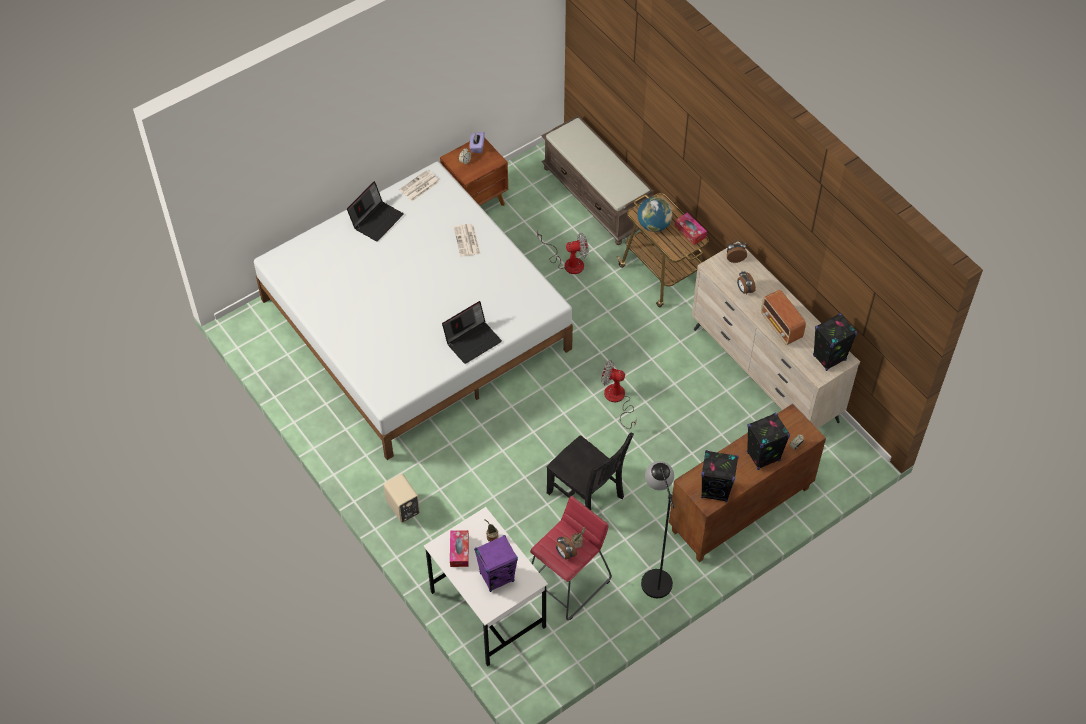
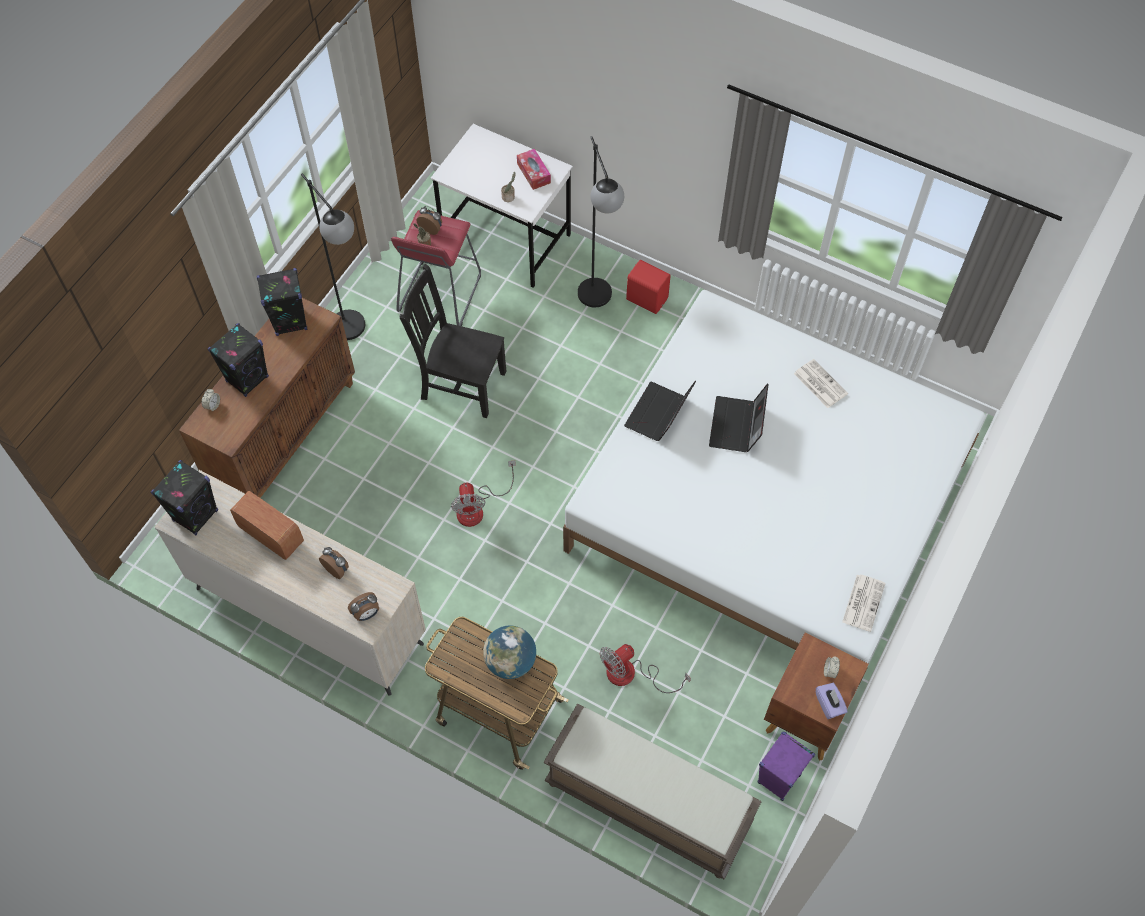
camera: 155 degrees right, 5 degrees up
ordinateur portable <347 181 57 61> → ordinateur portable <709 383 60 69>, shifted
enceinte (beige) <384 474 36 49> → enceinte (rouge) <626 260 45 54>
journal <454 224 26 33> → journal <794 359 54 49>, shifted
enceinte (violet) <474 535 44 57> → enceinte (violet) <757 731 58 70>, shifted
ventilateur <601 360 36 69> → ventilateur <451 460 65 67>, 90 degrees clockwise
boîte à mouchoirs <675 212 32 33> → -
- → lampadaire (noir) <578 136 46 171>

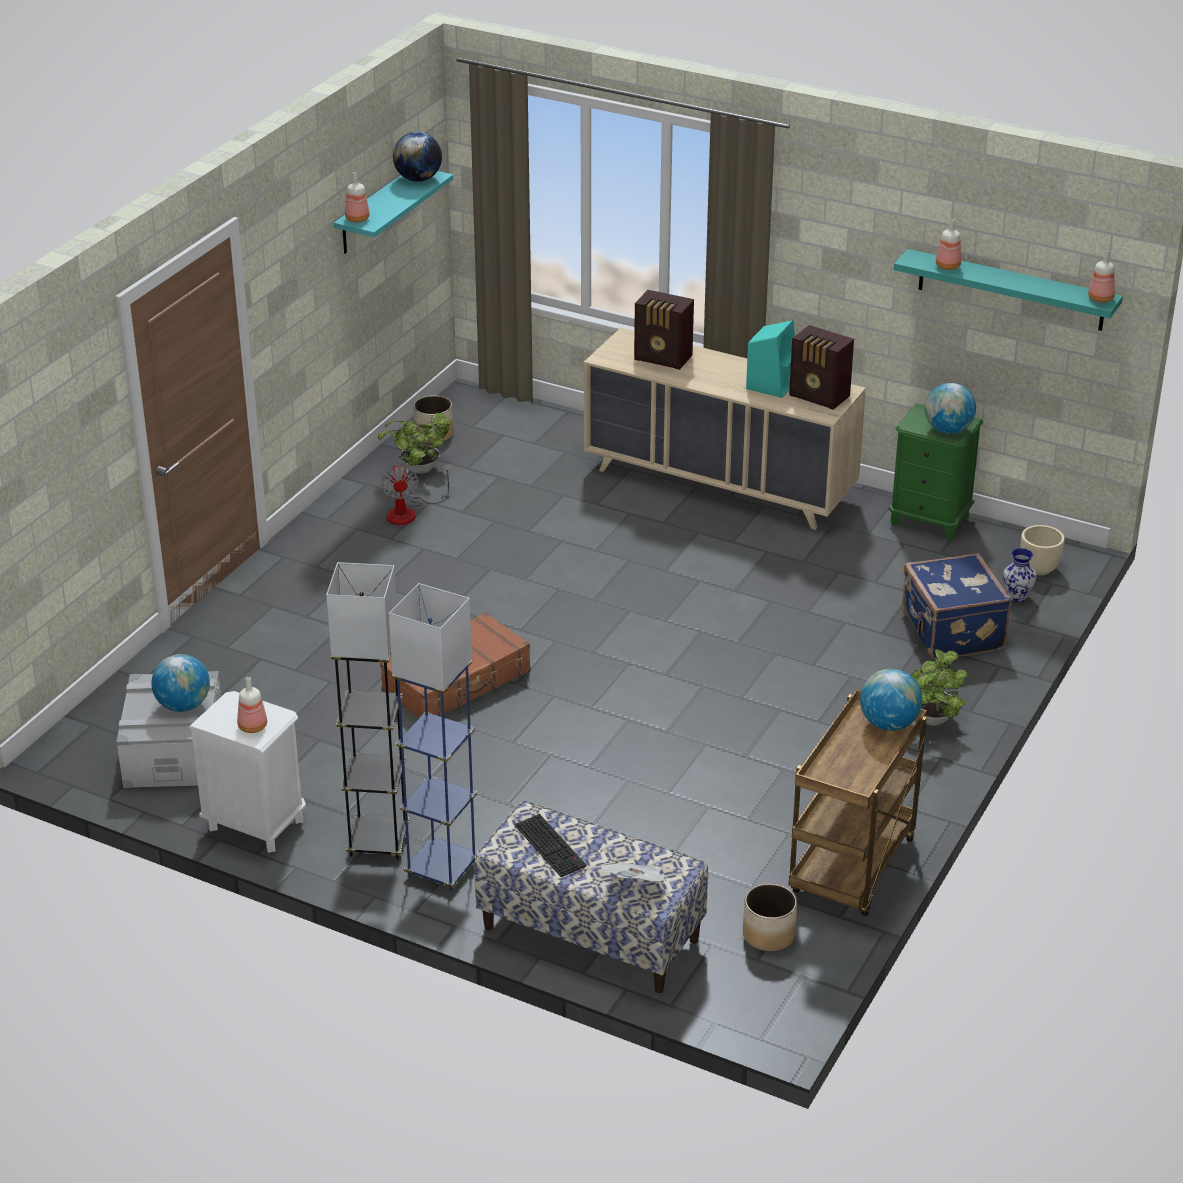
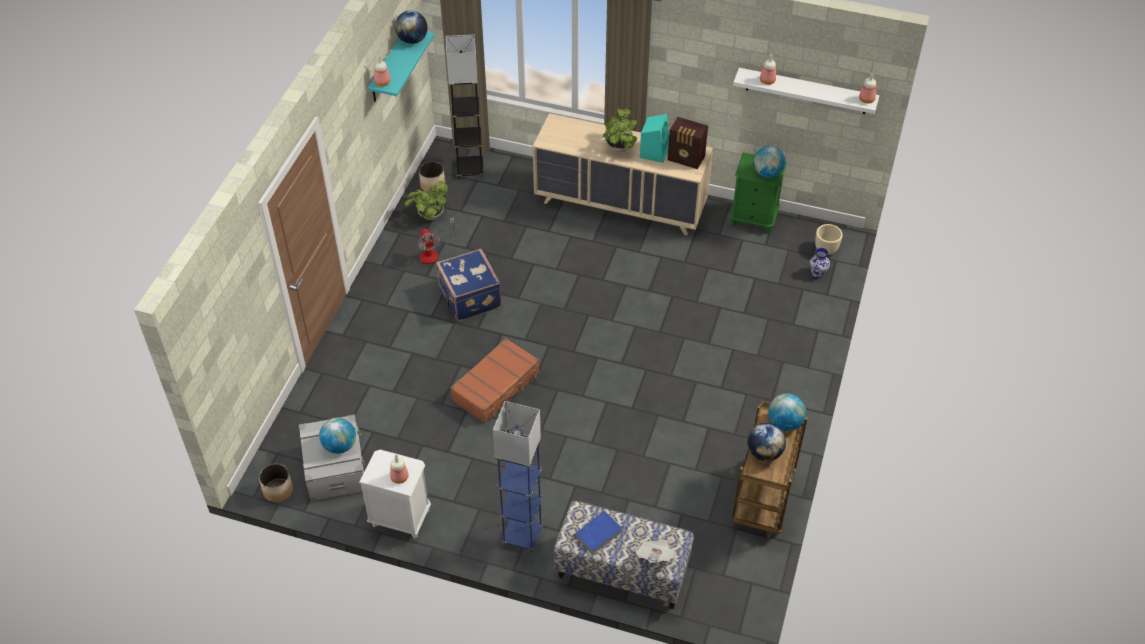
camera: 10 degrees left, 15 degrees up
lampadaire (gris) <326 562 83 298> → lampadaire (gris) <446 35 38 143>, shifted
clavier <514 814 73 63> → livre (bleu) <574 511 49 43>
radio <634 290 60 80> → -
cache-pot <743 883 54 68> → cache-pot <259 463 34 39>, shifted
étagère (turquoise) <894 249 229 82> → étagère (blanc) <733 68 146 46>
valise (bleu) <902 553 109 107> → valise (bleu) <436 249 66 72>, shifted
plante en pot <911 649 56 77> → plante en pot <602 109 35 43>, shifted
- → globe <748 423 38 38>

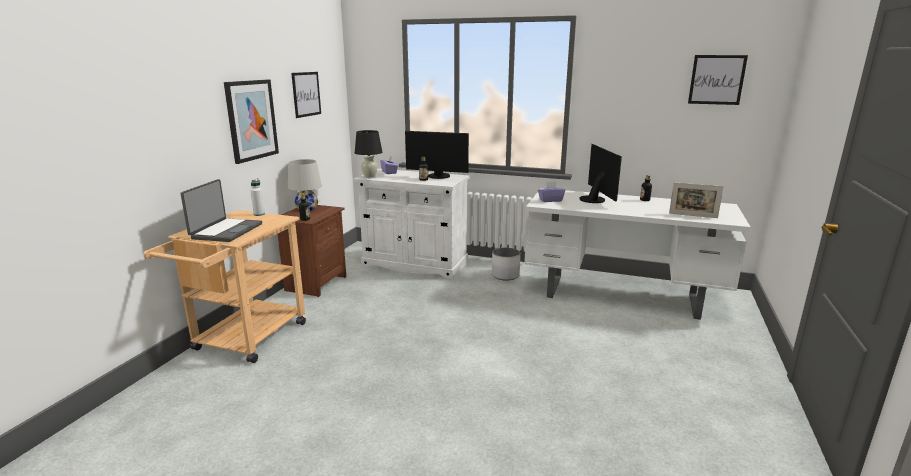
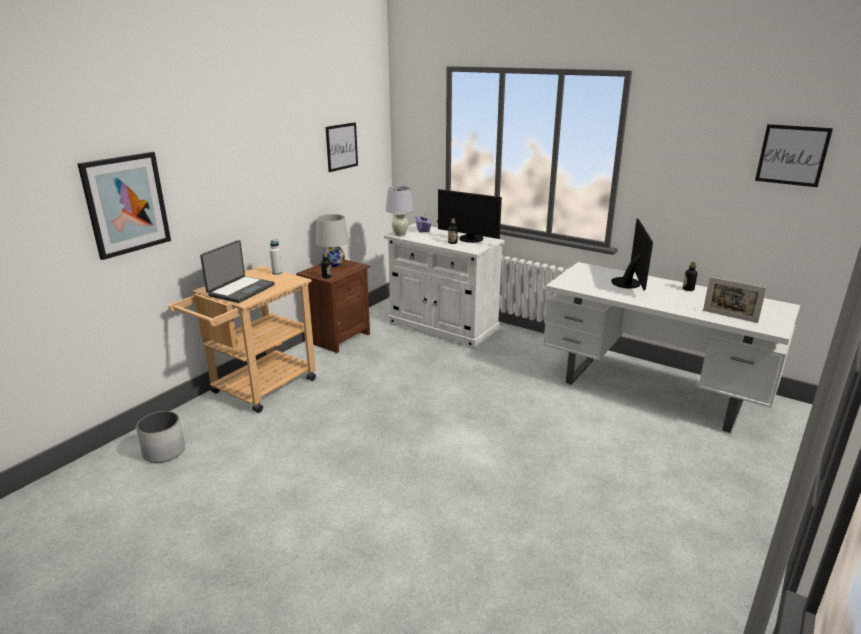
camera: 15 degrees right, 5 degrees up
tableau <224 79 55 85> → tableau <77 152 94 108>, shifted
lampe de table (noir) <355 130 27 48> → lampe de table (blanc) <385 186 29 50>
cache-pot (blanc) <492 247 28 34> → cache-pot (blanc) <136 411 49 52>, shifted
boîte à mouchoirs (violet) <538 181 27 21> → -

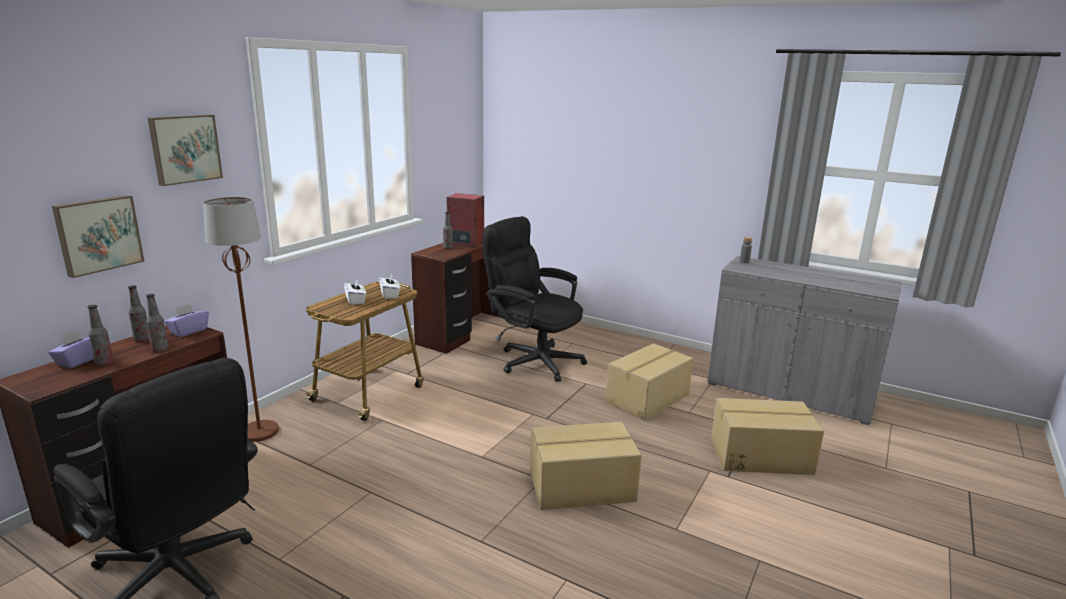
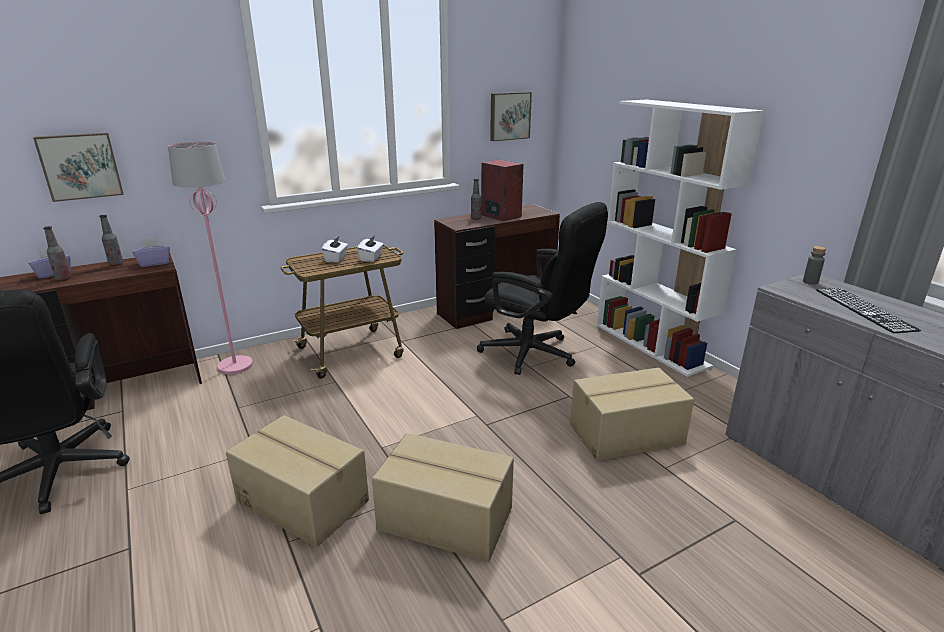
camera: 30 degrees right, 5 degrees up
bouteille <146 294 23 58> → -
tableau <148 115 75 71> → tableau <490 92 42 49>, shifted
lampadaire (marron) <203 197 76 245> → lampadaire (rose) <168 142 85 233>
chaise de bureau (noir) <483 216 104 166> → chaise de bureau (noir) <477 202 131 173>, 150 degrees clockwise
carton <711 398 113 77> → carton <226 415 143 132>, shifted
- → bibliothèque (blanc) <597 100 167 277>
- → clavier <816 288 105 45>

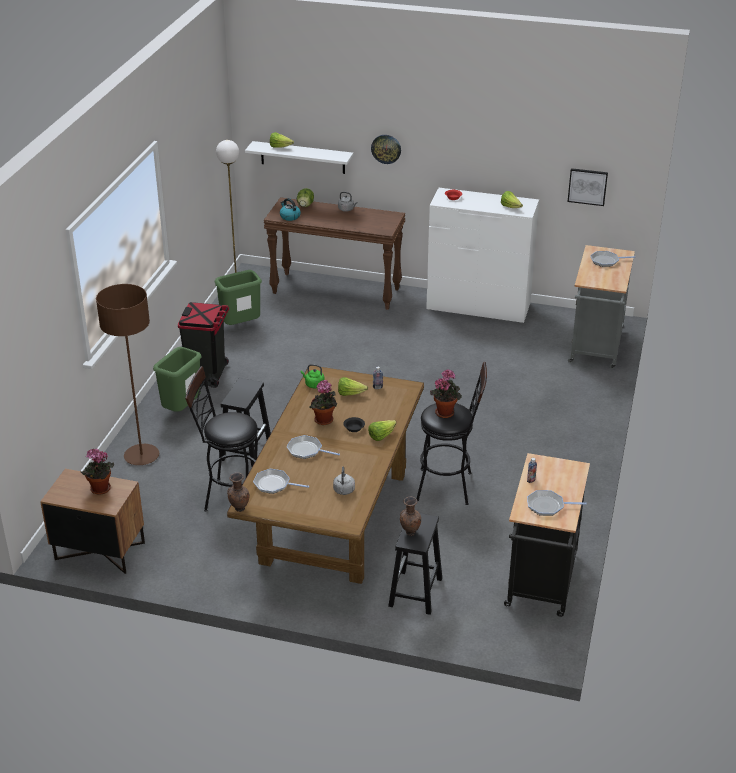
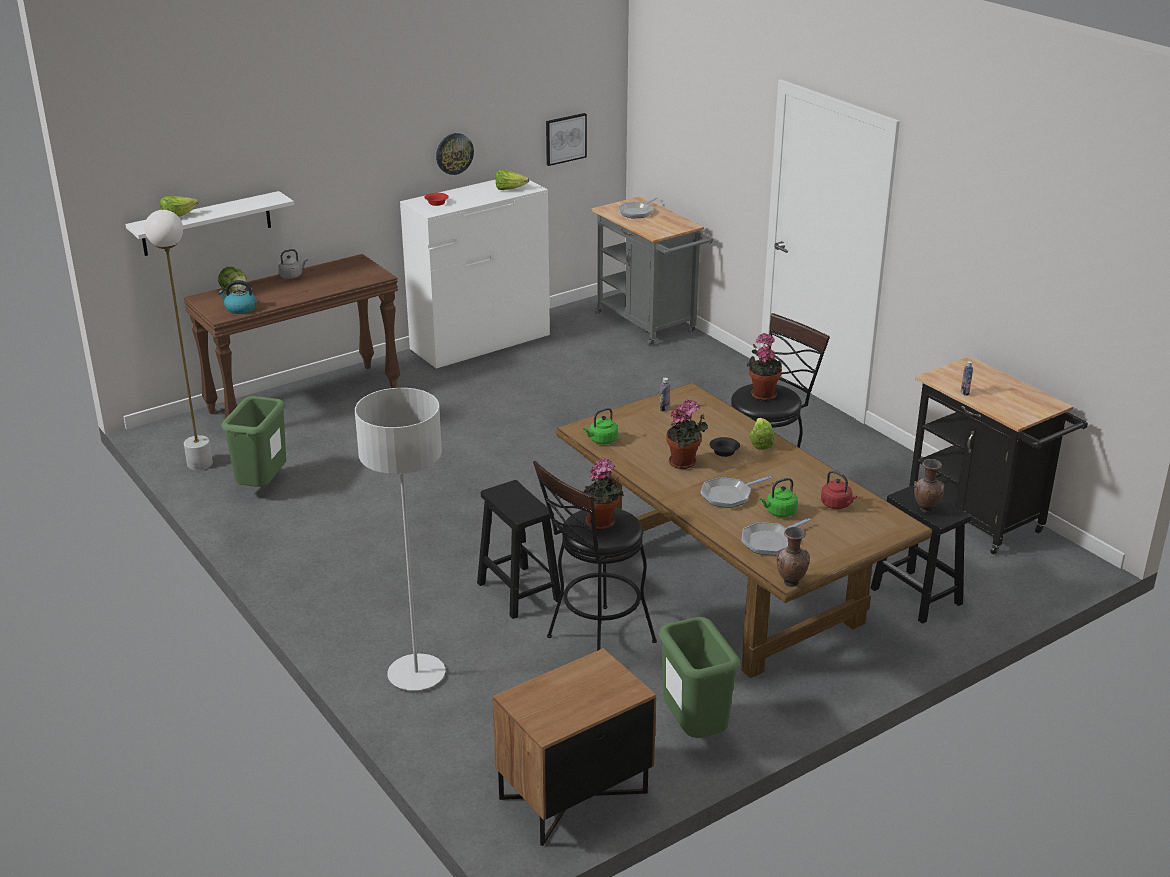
camera: 50 degrees left, 5 degrees down
plante en pot <80 449 34 46> → plante en pot <583 457 40 73>, shifted
lampadaire (marron) <96 284 63 181> → lampadaire (gris) <355 388 90 303>
poubelle (vert) <153 347 49 65> → poubelle (vert) <659 617 81 121>, shifted
poubelle (noir) <178 302 51 86> → -
bouilloire (gris) <333 466 22 29> → bouilloire (rouge) <821 471 36 38>
laitue <338 377 30 19> → -
horloge murale <371 135 30 29> → horloge murale <436 133 38 42>, shifted
poêle <527 490 60 26> → -
- → bouilloire (vert) <760 478 38 39>

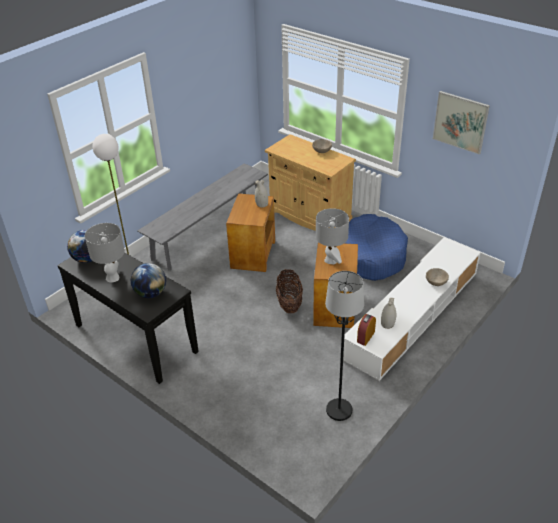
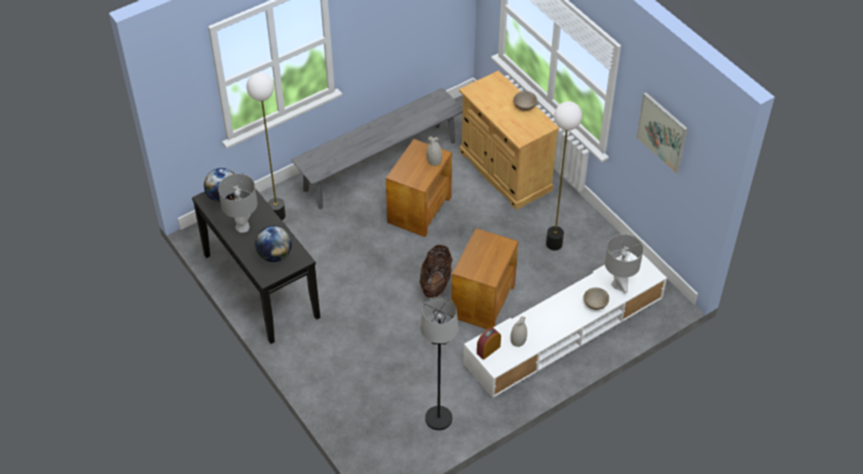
camera: 15 degrees right, 10 degrees up
lampe de table (gris) <316 208 33 56> → lampe de table (gris) <605 234 38 59>, shifted
panier pour chien (bleu) <344 214 64 67> → lampadaire <546 101 36 150>

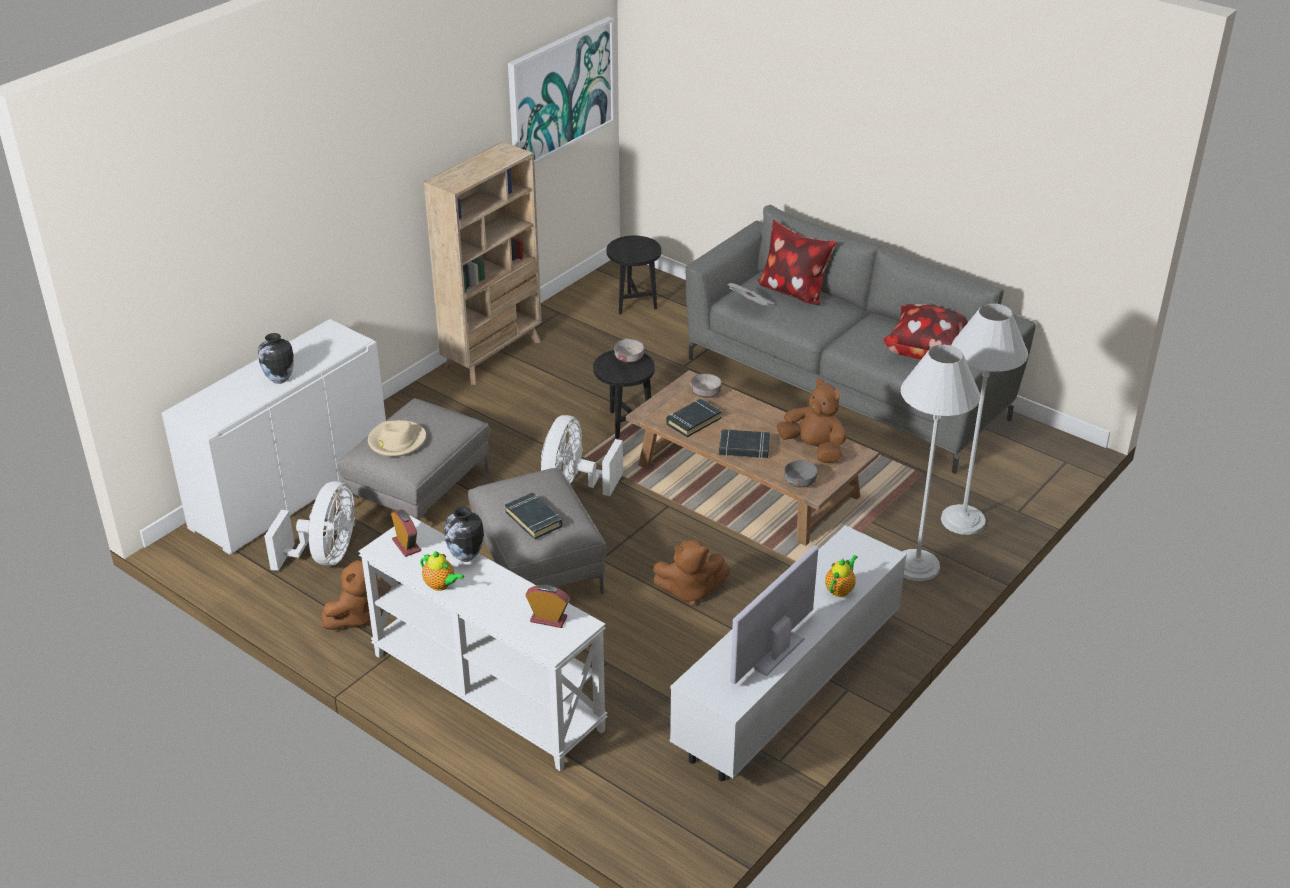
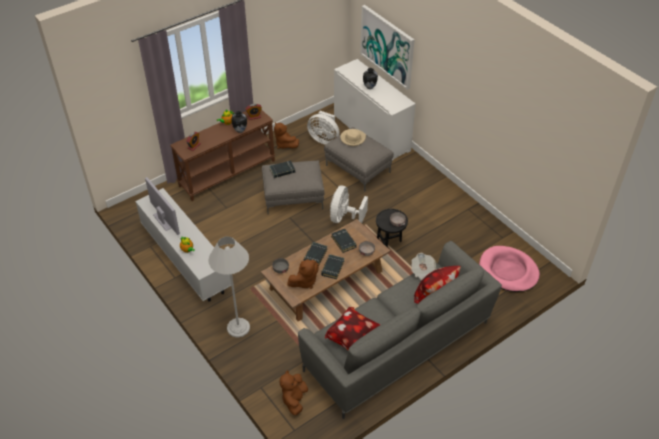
camera: 105 degrees right, 10 degrees up
table console (blanc) <358 516 250 255> → table console (marron) <170 109 105 92>
bibliothèque (beige) <424 142 118 243> → -
tableau <508 16 107 149> → tableau <360 5 54 85>, shifted
ventilateur (blanc) <541 415 82 81> → ventilateur (blanc) <330 186 38 37>, 105 degrees counterclockwise
table d'appoint (noir) <606 236 55 78> → panier pour chien (rose) <479 246 61 46>
peluche (marron) <653 540 77 66> → peluche (marron) <279 370 29 45>, shifted
lampadaire (blanc) <941 303 87 232> → -
- → livre (noir) <321 254 23 25>

